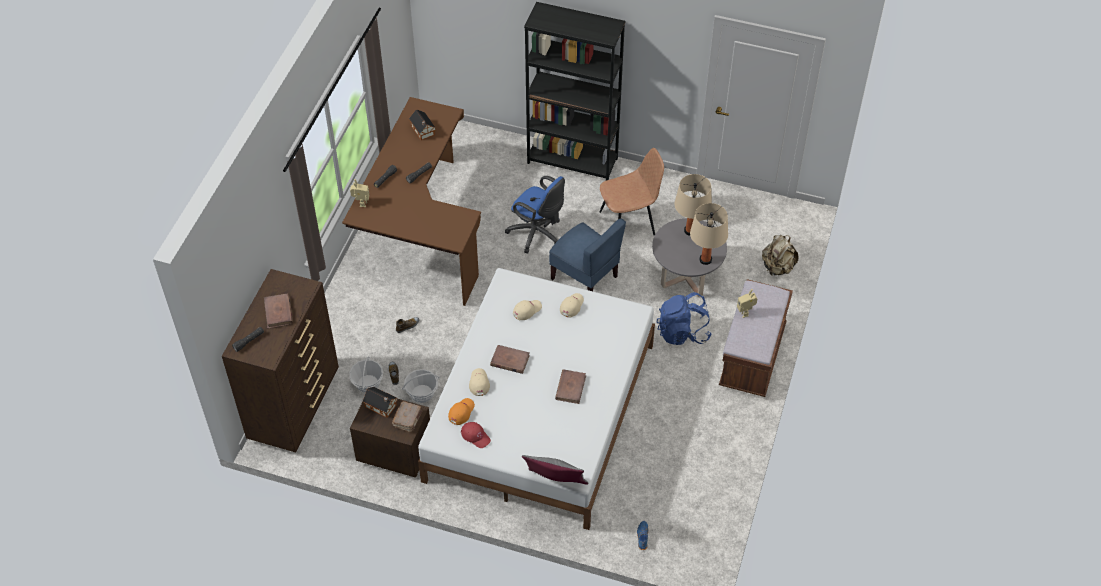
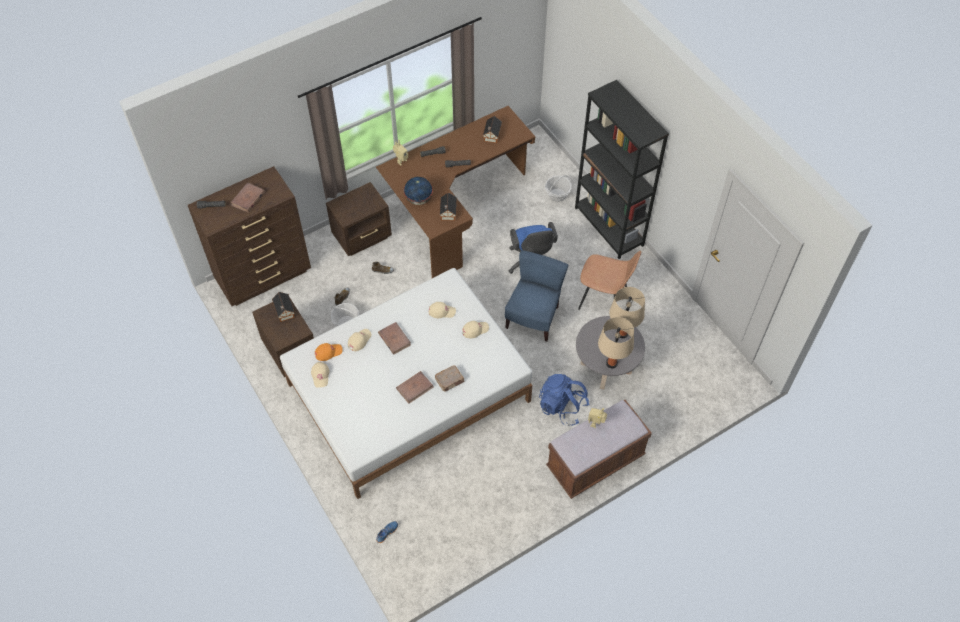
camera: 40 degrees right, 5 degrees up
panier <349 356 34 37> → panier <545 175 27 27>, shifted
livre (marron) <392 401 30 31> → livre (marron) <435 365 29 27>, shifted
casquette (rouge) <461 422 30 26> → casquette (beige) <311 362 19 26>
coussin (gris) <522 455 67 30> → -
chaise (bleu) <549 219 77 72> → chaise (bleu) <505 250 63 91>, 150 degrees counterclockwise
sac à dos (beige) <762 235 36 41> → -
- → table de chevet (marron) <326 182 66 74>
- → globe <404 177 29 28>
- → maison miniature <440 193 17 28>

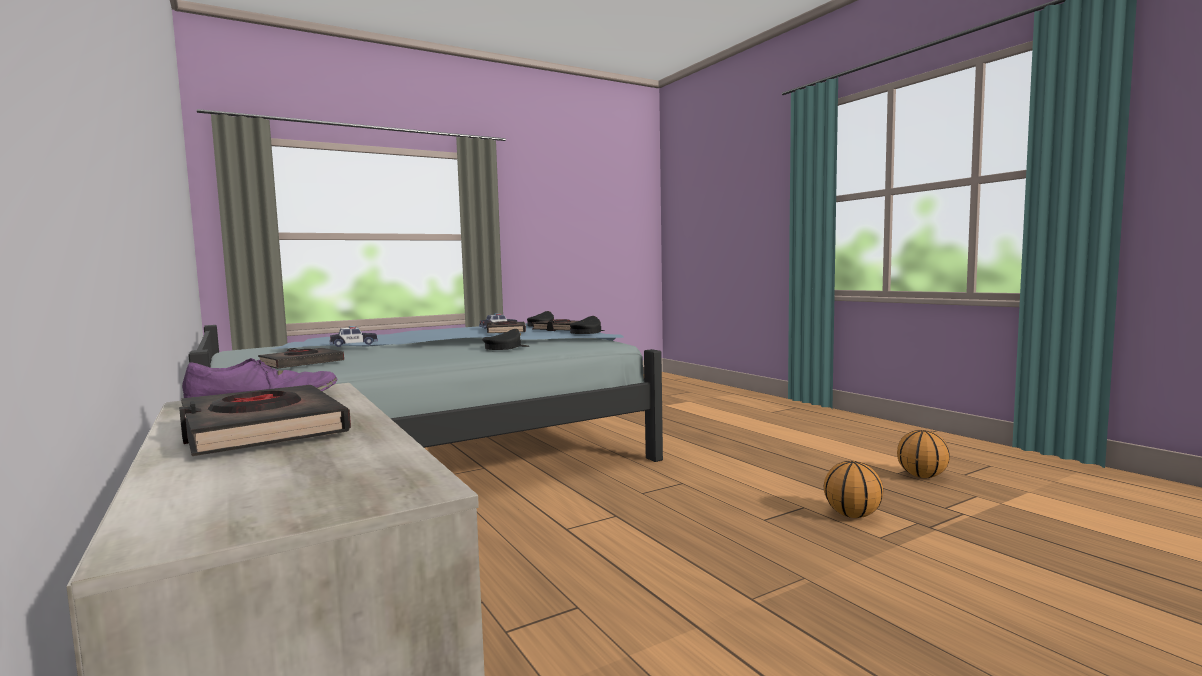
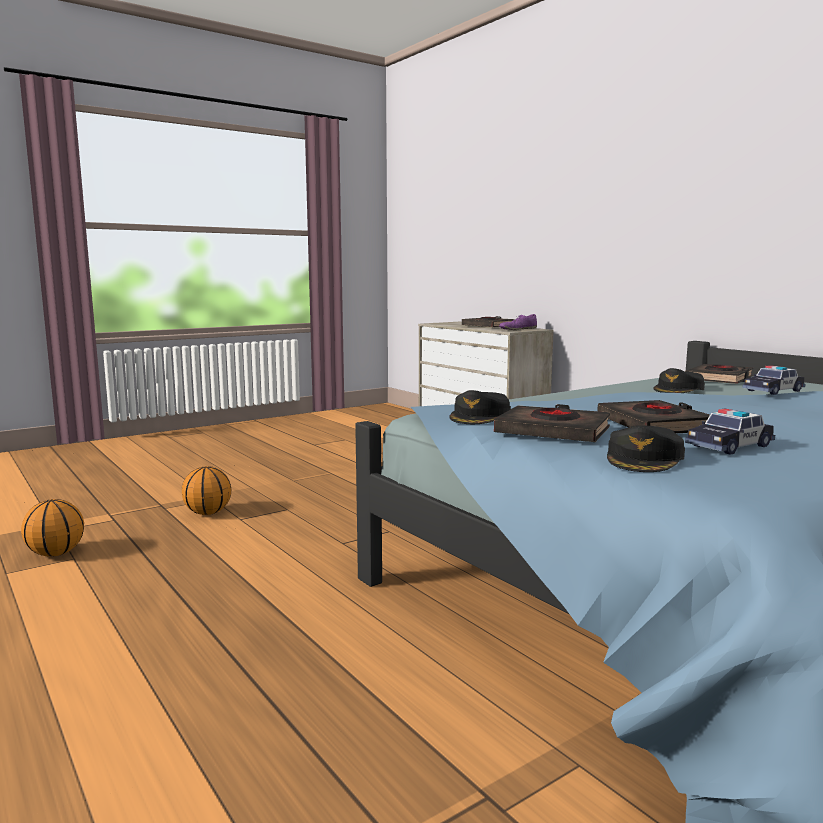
camera: 175 degrees right, 5 degrees up
casquette (noir) <482 329 47 21> → casquette (noir) <653 368 52 25>, shifted

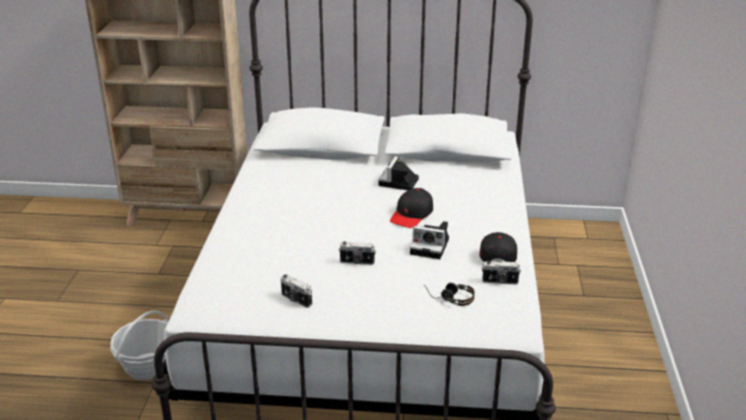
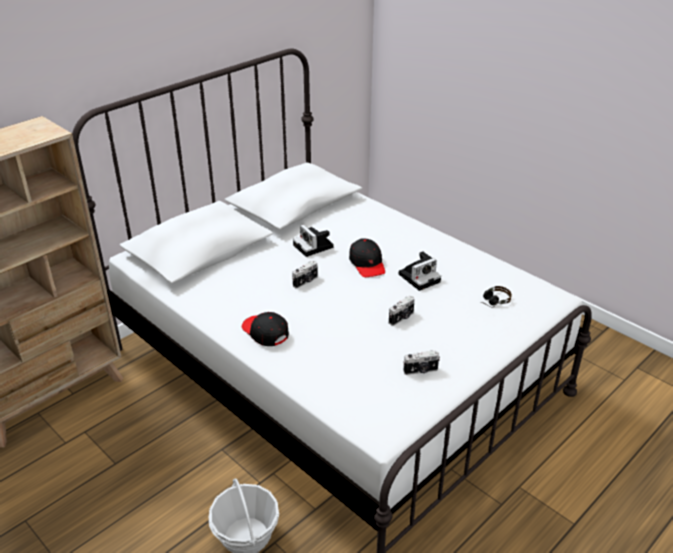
camera: 50 degrees left, 5 degrees up
casquette (noir) <480 232 37 30> → casquette (noir) <242 312 47 34>, shifted
appareil photo <482 261 39 24> → appareil photo <292 261 26 28>, shifted

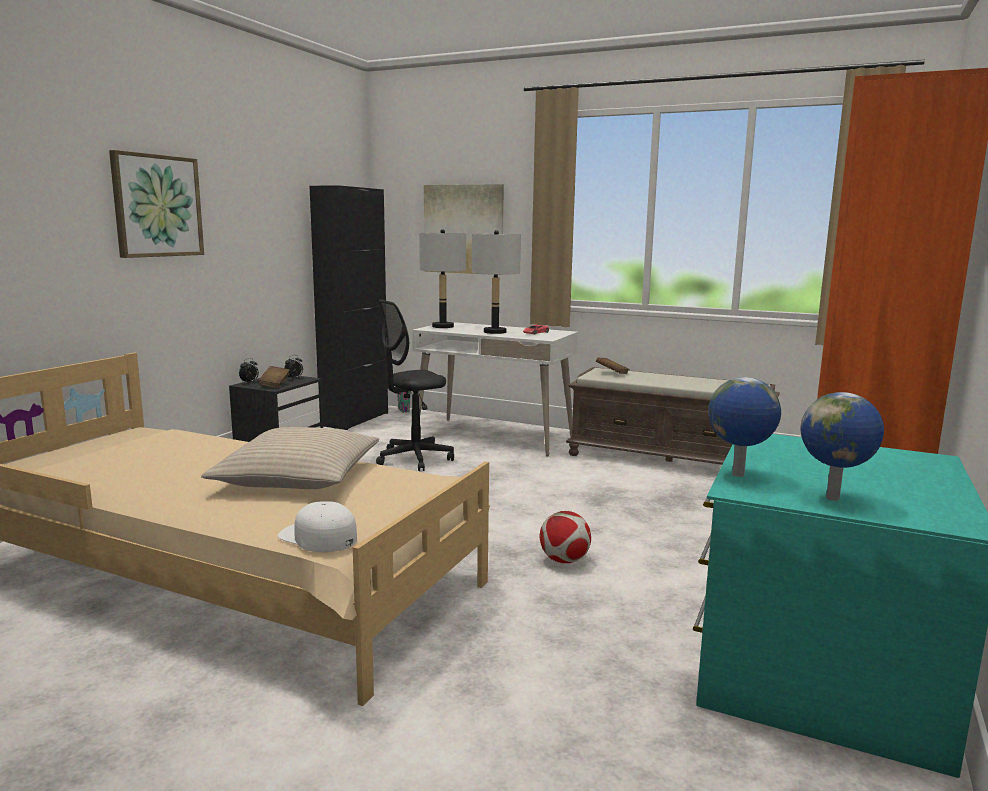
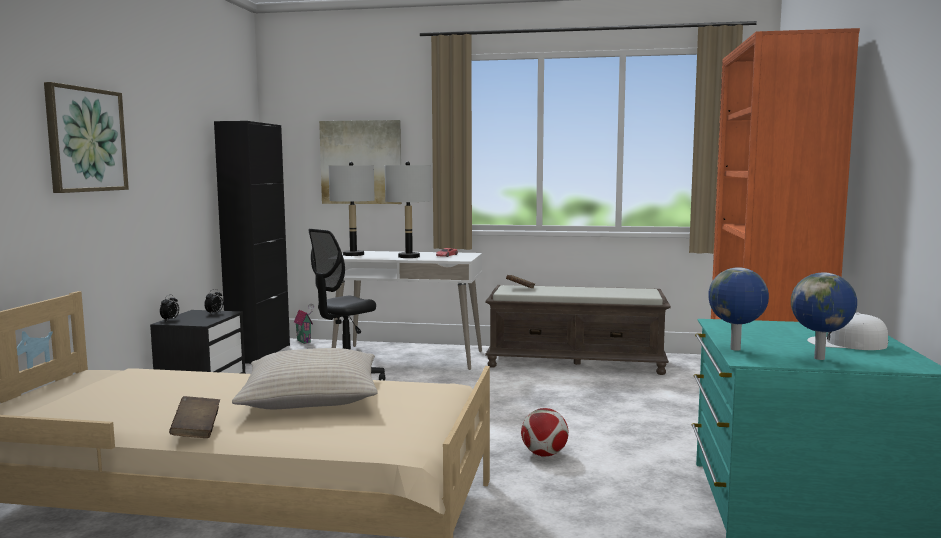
camera: 15 degrees left, 5 degrees down
livre (marron) <258 366 32 22> → livre (marron) <169 396 51 42>, shifted
casquette (blanc) <277 501 80 51> → casquette (blanc) <807 313 81 37>, shifted

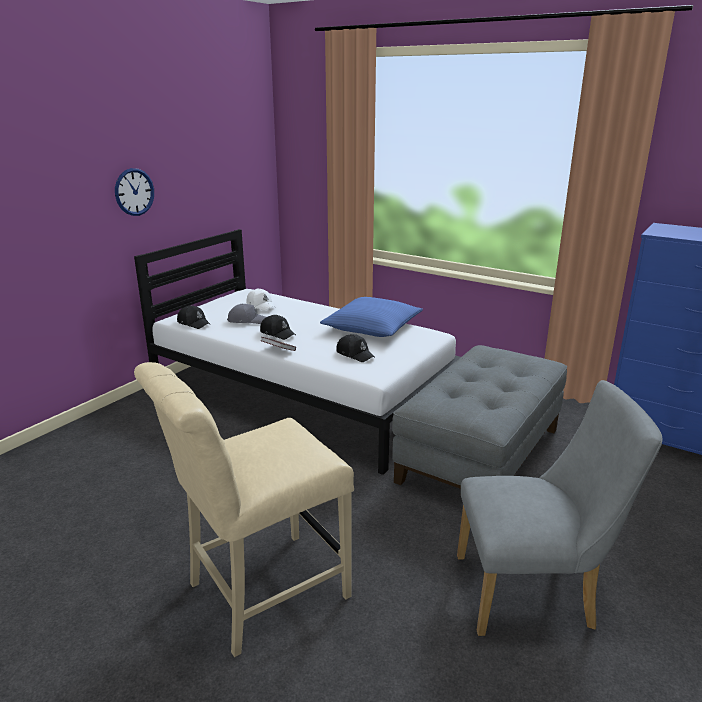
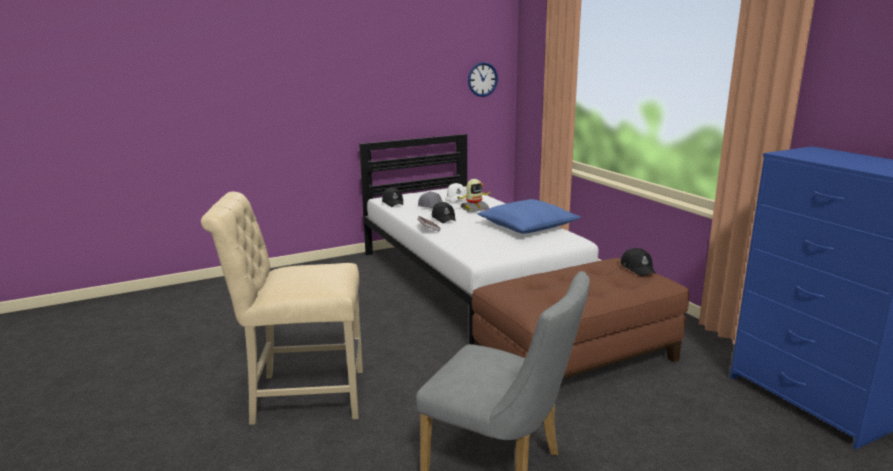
camera: 30 degrees right, 5 degrees down
horloge murale <115 168 39 48> → horloge murale <468 62 30 35>, shifted
casquette (noir) <336 334 39 28> → casquette (noir) <620 248 36 28>, shifted
pouf (gris) <392 345 175 144> → pouf (marron) <472 258 218 121>
- → robot jouet <457 179 35 33>

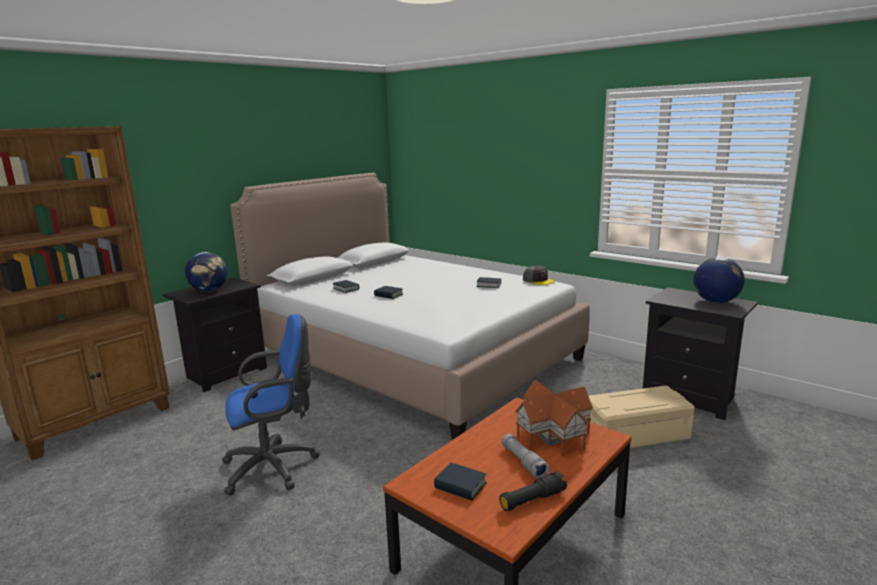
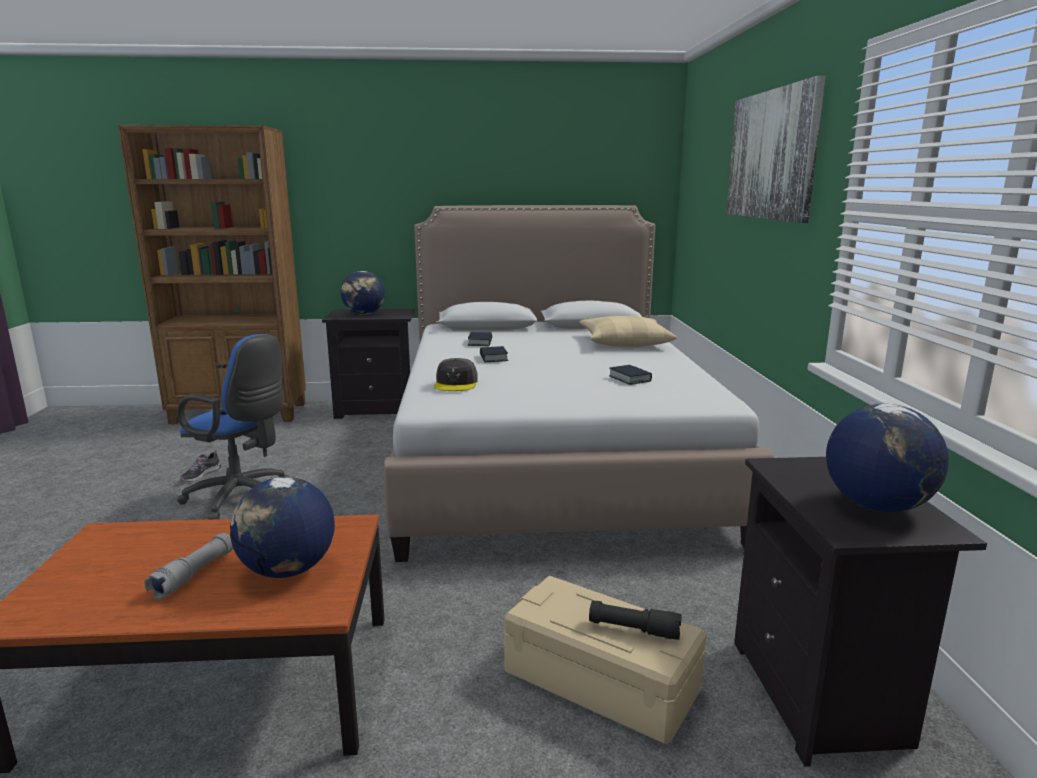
camera: 45 degrees right, 0 degrees up
livre <434 463 53 38> → -
lampe de poche (noir) <499 471 68 40> → lampe de poche (noir) <589 601 93 39>, shifted
maison miniature <515 380 78 76> → globe <230 477 105 101>
casquette (gris) <523 266 32 19> → casquette (gris) <434 358 44 33>, shifted
- → chaussure <180 450 41 32>
- → coussin (beige) <579 316 98 31>
- → tableau <726 75 100 148>

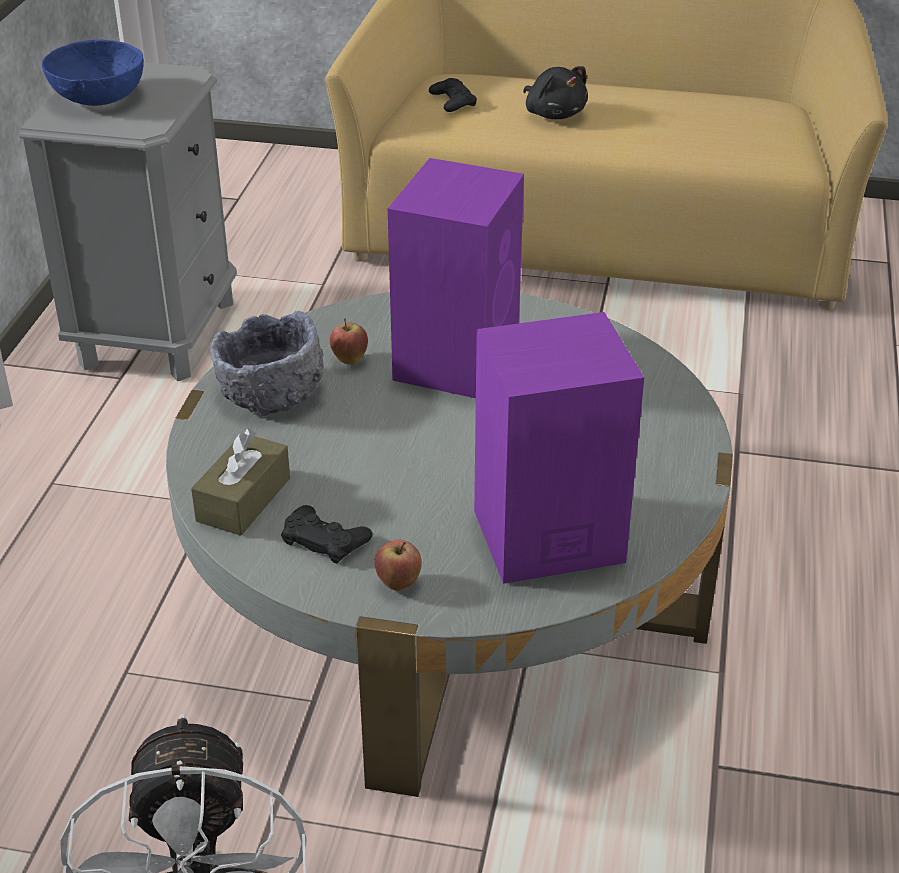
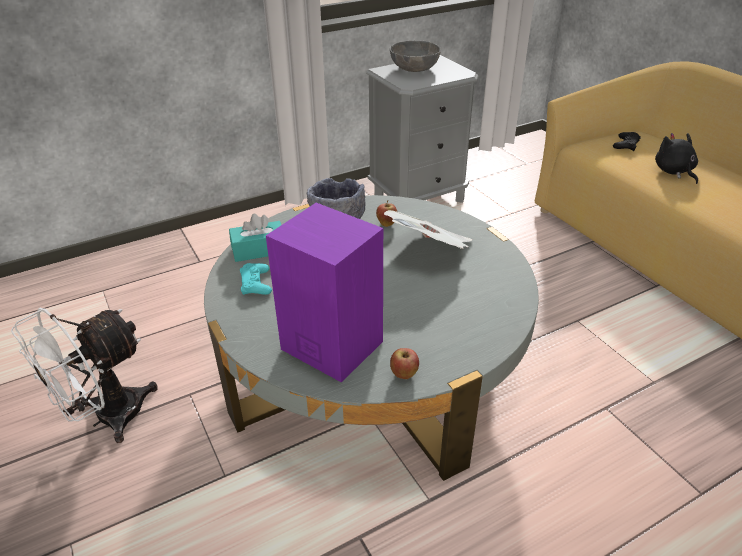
camera: 50 degrees right, 0 degrees up
bol (bleu) <42 39 102 67> → bol (gris) <390 41 51 31>
boîte à mouchoirs (marron) <191 428 99 108> → boîte à mouchoirs (turquoise) <229 214 52 48>
manette (noir) <281 505 92 59> → manette (turquoise) <240 263 32 32>
pomme <374 540 48 51> → pomme <390 348 29 31>, shifted
enceinte (violet) <388 158 136 240> → journal <384 210 88 39>
peluche (noir) <523 66 65 53> → peluche (noir) <655 133 43 51>, 150 degrees clockwise

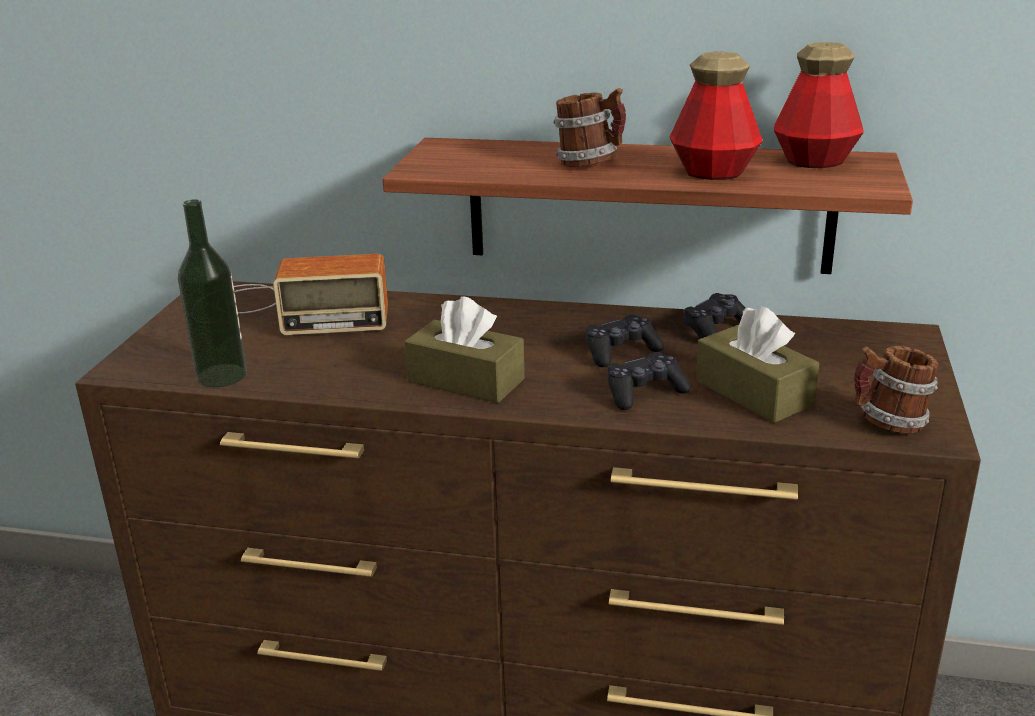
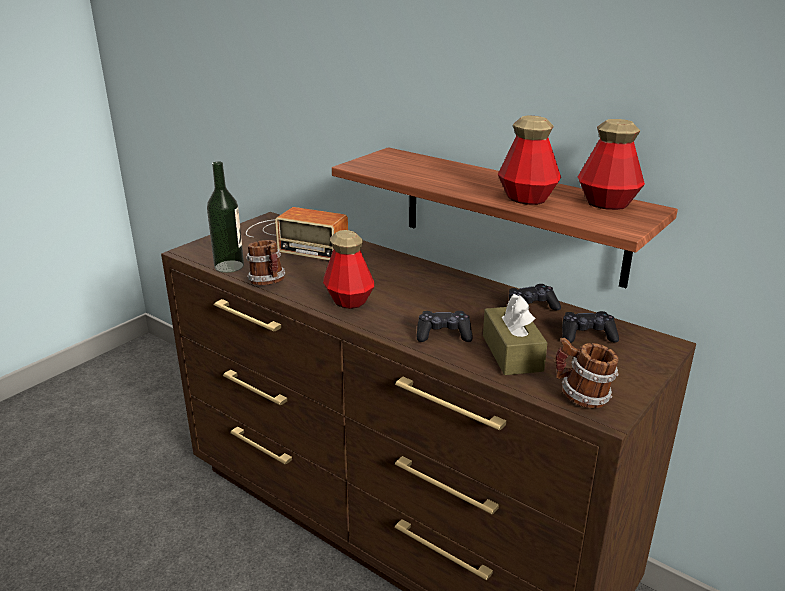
camera: 25 degrees right, 0 degrees up
boîte à mouchoirs (marron) <404 296 121 107> → bouteille <323 230 51 79>
mug <553 88 73 79> → mug <246 240 39 45>, shifted
manette (noir) <586 314 78 53> → manette (noir) <562 311 57 32>, shifted

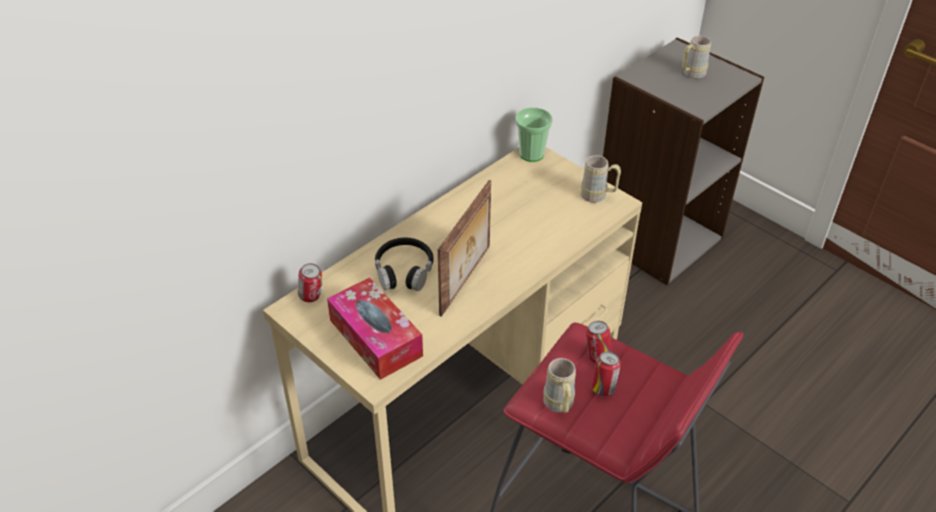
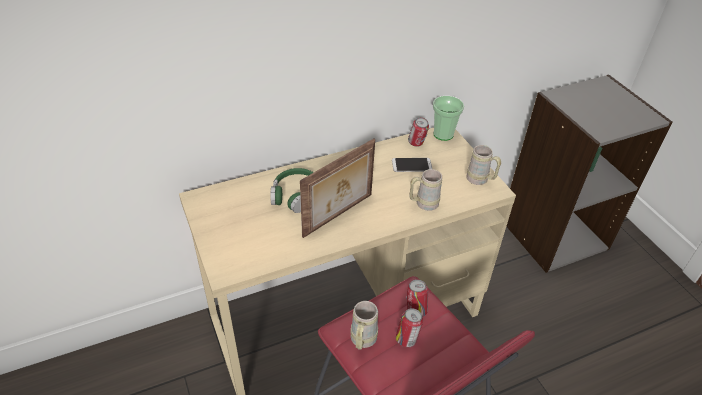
camera: 20 degrees right, 0 degrees up
boîte métallique <298 263 24 39> → boîte métallique <408 118 21 29>, shifted
boîte à mouchoirs <327 278 96 102> → -
casque audio (noir) <375 238 59 53> → casque audio (vert) <271 168 43 45>
mug (beige) <682 36 29 43> → mug (beige) <409 169 33 42>, shifted
- → téléphone <392 158 40 14>

